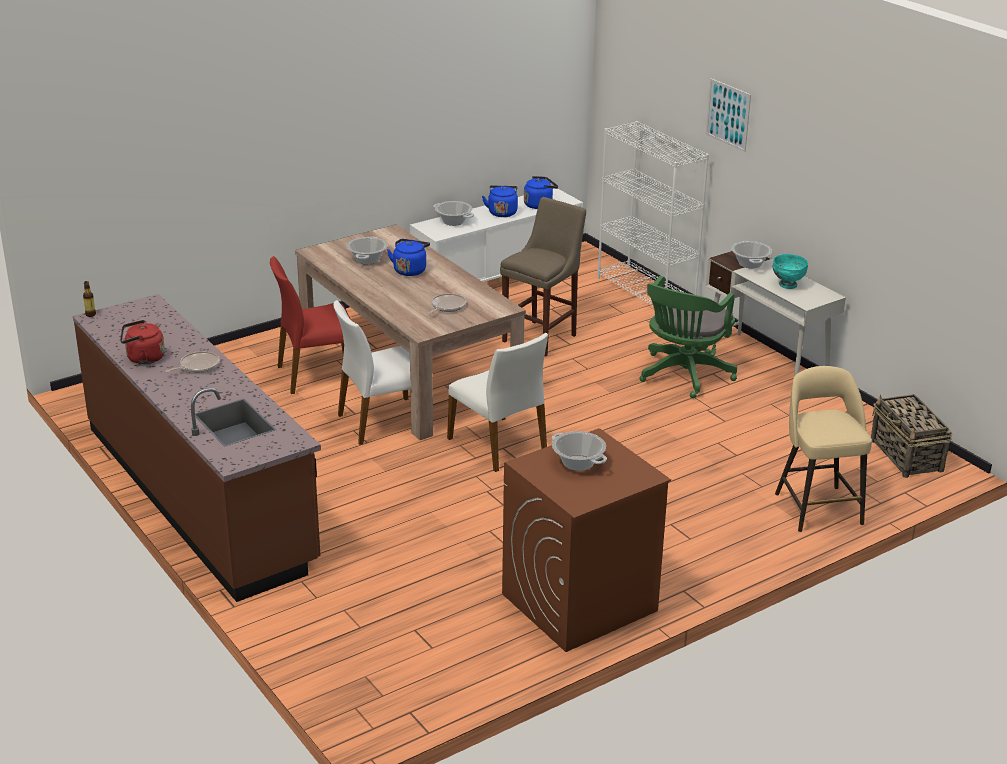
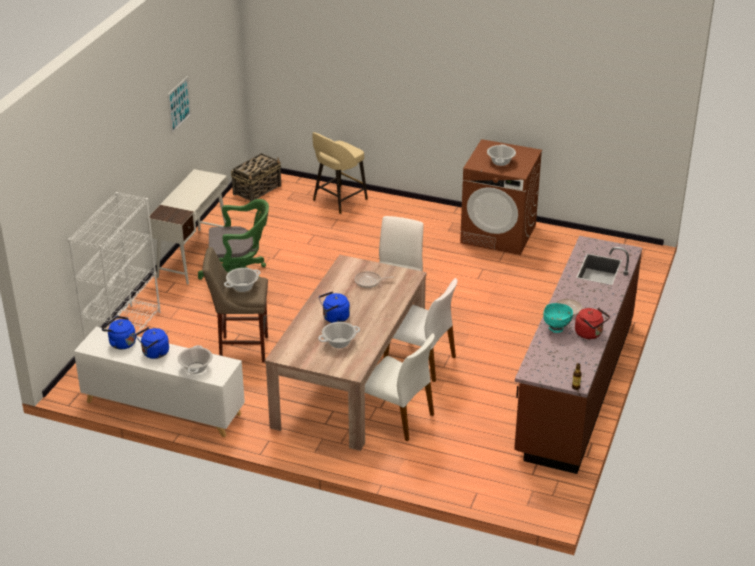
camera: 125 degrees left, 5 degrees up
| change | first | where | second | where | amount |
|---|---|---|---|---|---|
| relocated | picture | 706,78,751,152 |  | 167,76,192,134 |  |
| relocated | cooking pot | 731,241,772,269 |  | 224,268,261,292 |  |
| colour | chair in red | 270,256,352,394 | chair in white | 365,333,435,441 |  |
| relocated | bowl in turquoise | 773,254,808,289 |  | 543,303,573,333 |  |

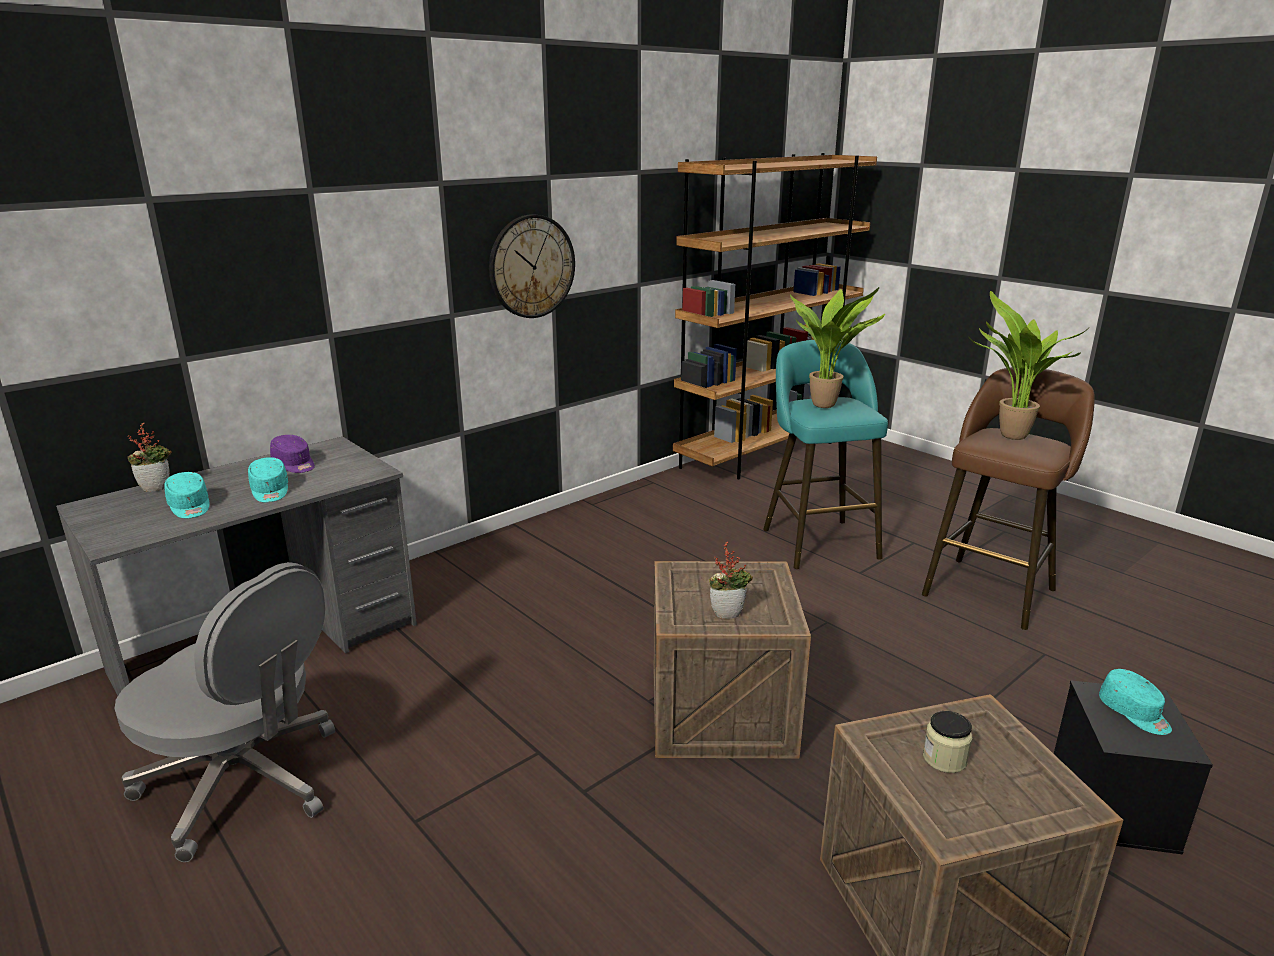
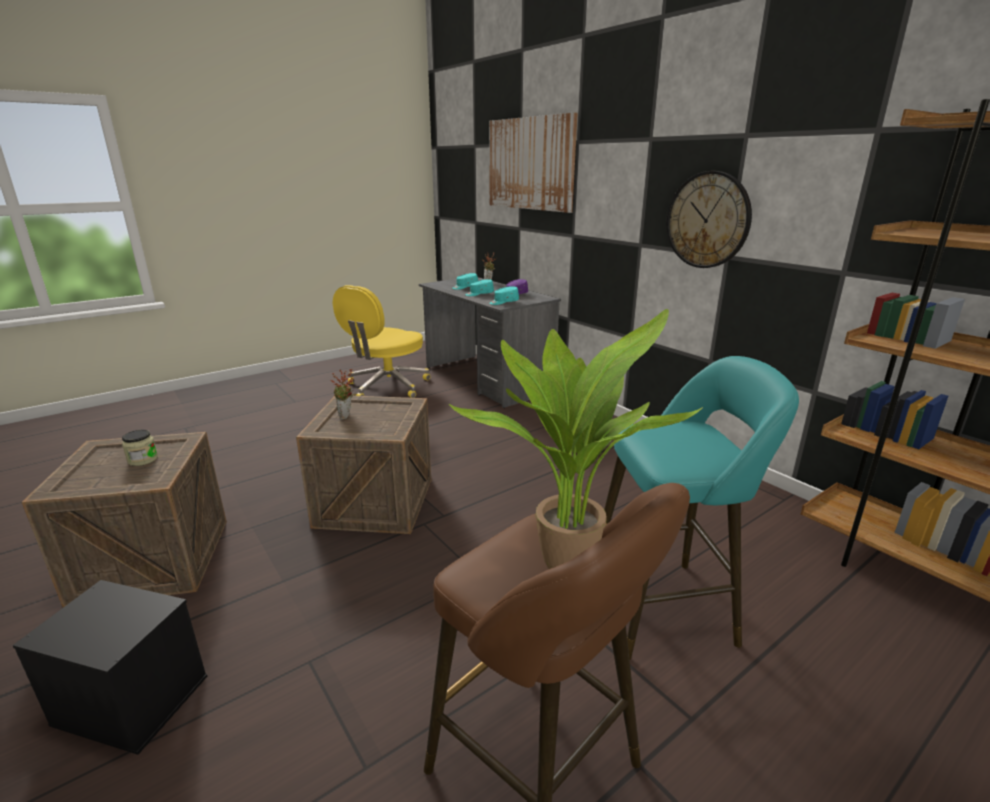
camera: 95 degrees right, 0 degrees up
| change | first | where | second | where | amount |
|---|---|---|---|---|---|
| colour | office chair in grey | 114,562,335,862 | office chair in yellow | 333,285,430,398 |  |
| appeared |  |  | picture | 489,113,578,213 |  |
| relocated | cap in turquoise | 1099,669,1172,735 |  | 489,286,519,305 |  |
| missing | potted plant | 790,287,885,408 |  |  |  |

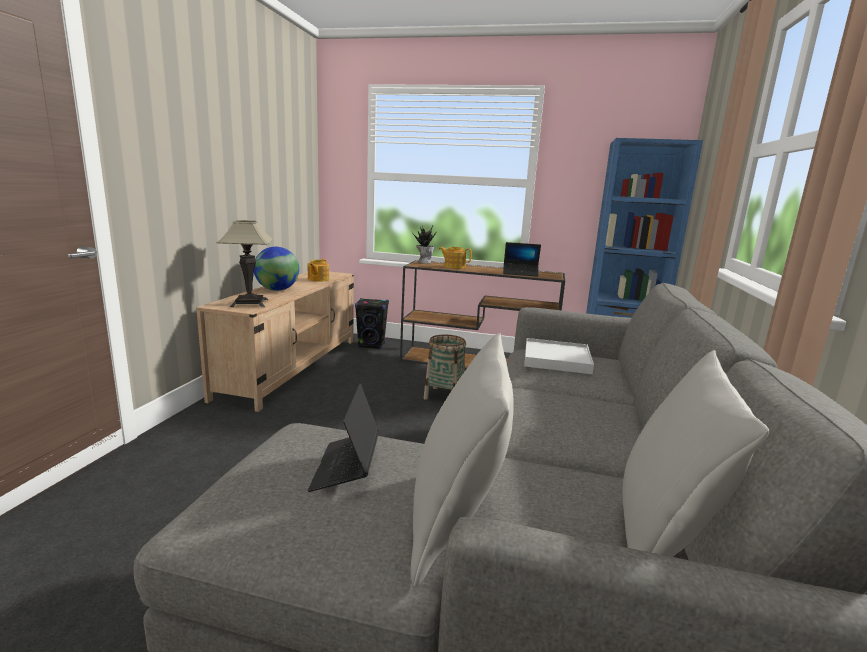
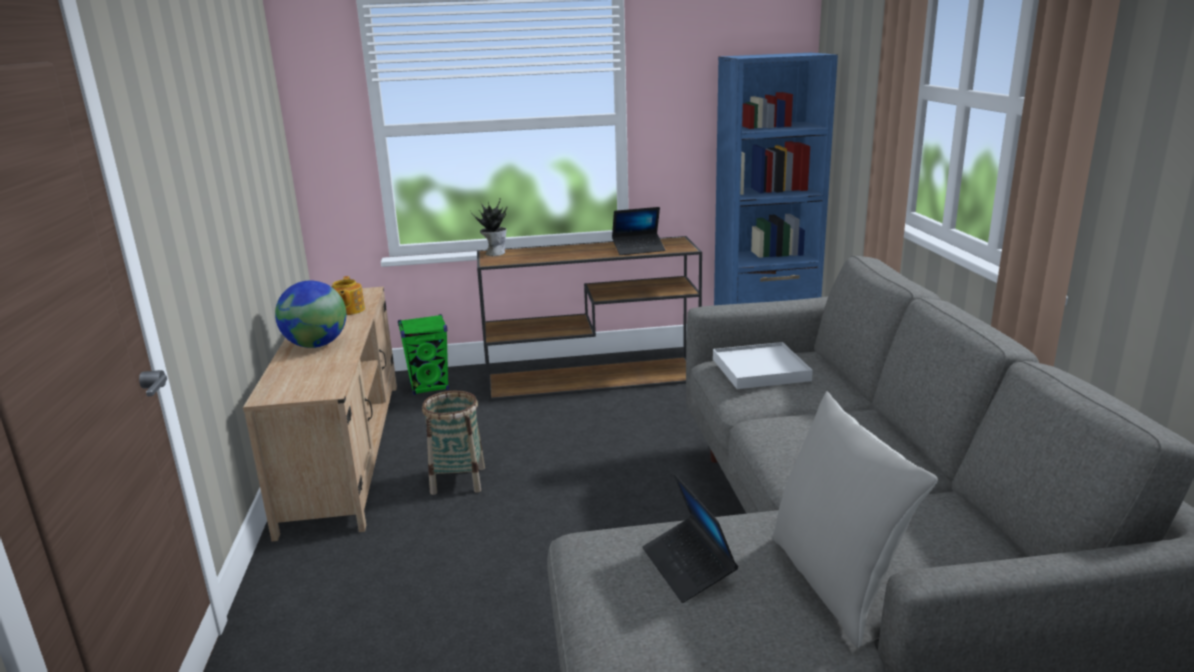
camera: 20 degrees left, 5 degrees up
| change | first | where | second | where | amount |
|---|---|---|---|---|---|
| colour | speaker in black | 355,298,389,349 | speaker in green | 398,314,449,395 |  |
| relocated | basket | 424,335,466,400 |  | 422,391,485,495 |  |
| missing | table lamp | 217,220,273,307 |  |  |  |
| missing | teapot | 439,247,472,269 |  |  |  |
| missing | pillow in grey | 622,350,769,557 |  |  |  |

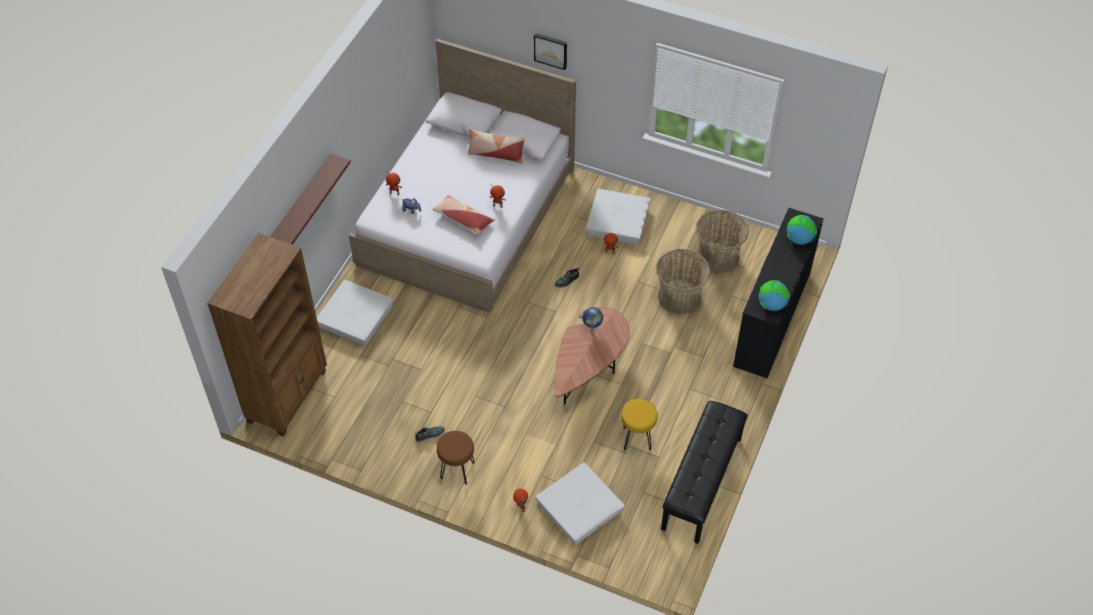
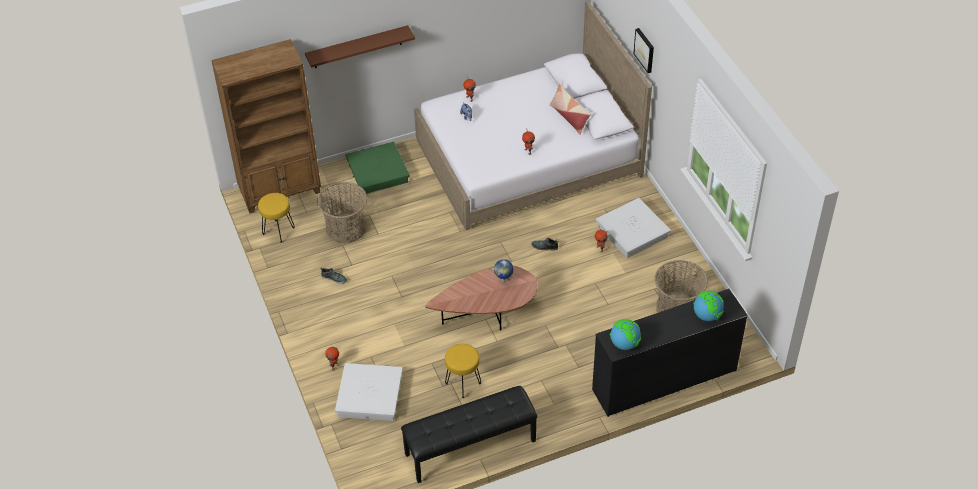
camera: 45 degrees right, 5 degrees down
| change | first | where | second | where | amount |
|---|---|---|---|---|---|
| appeared |  |  | stool in yellow | 258,193,295,243 |  |
| relocated | basket | 656,249,710,315 |  | 317,182,367,243 |  |
| colour | storage box in white | 317,279,394,346 | storage box in green | 345,142,410,194 |  |
| missing | pillow | 433,195,496,235 |  |  |  |
| missing | stool in brown | 437,431,474,485 |  |  |  |

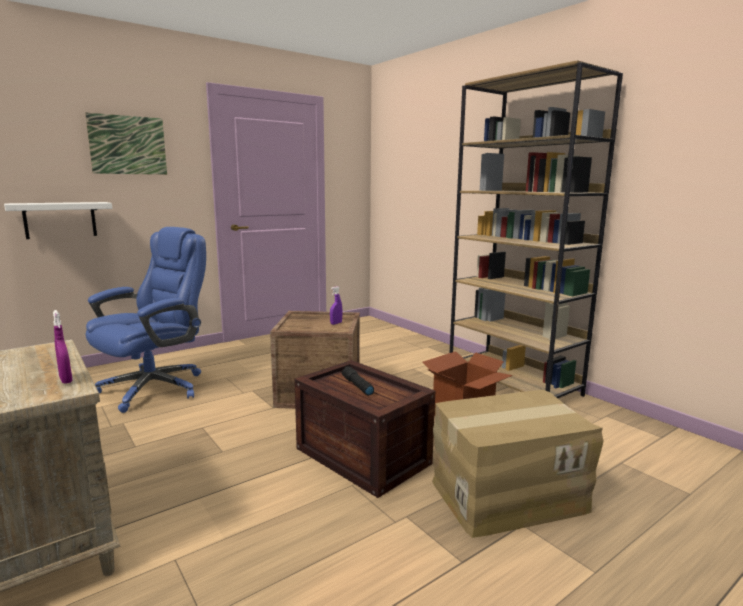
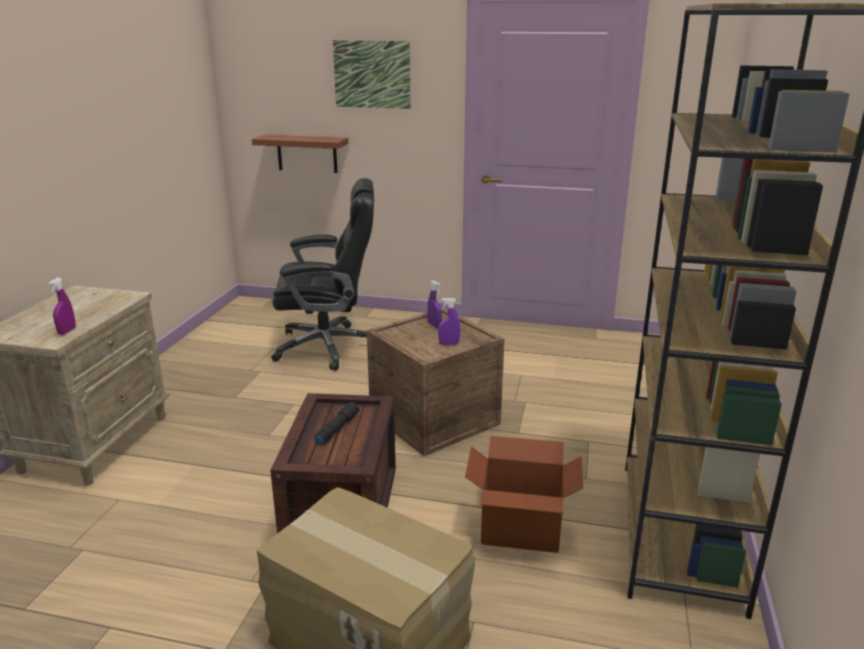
camera: 50 degrees right, 10 degrees up
| change | first | where | second | where | amount |
|---|---|---|---|---|---|
| colour | shelf in white | 4,202,112,239 | shelf in brown | 252,134,348,173 |  |
| colour | office chair in blue | 86,227,206,413 | office chair in black | 271,178,374,371 |  |
| appeared |  |  | spray bottle in purple | 427,280,442,327 |  |

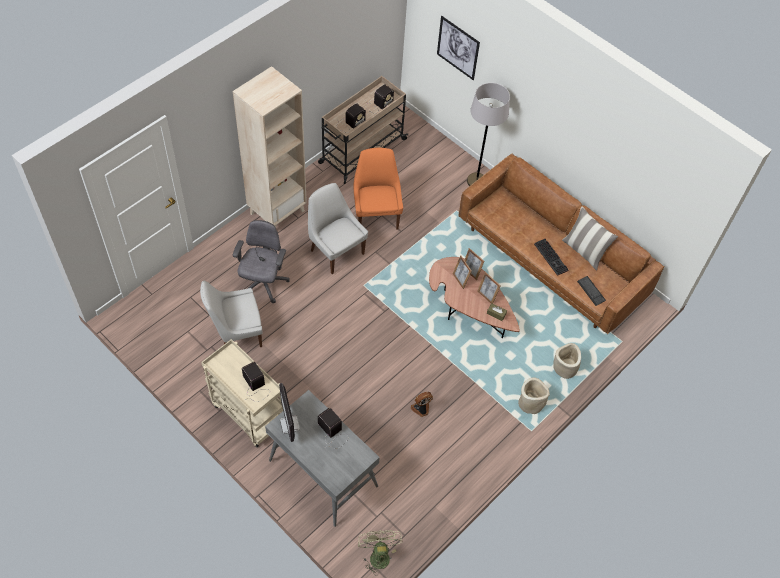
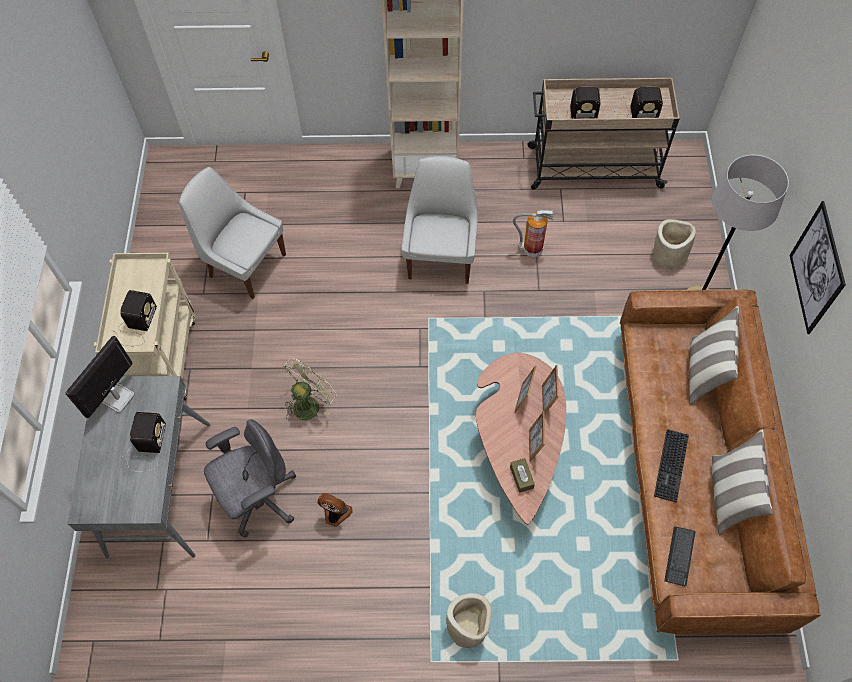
camera: 50 degrees right, 5 degrees up
| change | first | where | second | where | amount |
|---|---|---|---|---|---|
| relocated | office chair in grey | 233,220,290,303 |  | 204,419,296,538 |  |
| relocated | fan in green | 358,530,403,576 |  | 283,358,337,420 |  |
| exchanged | chair in orange | 353,148,403,229 | fire extinguisher | 513,210,553,257 |  |
| relocated | planter in beige | 553,343,581,379 |  | 654,219,696,269 |  |
| appeared |  |  | pillow | 689,306,739,406 |  |
| relocated | picture | 437,16,480,80 |  | 790,201,846,334 |  |

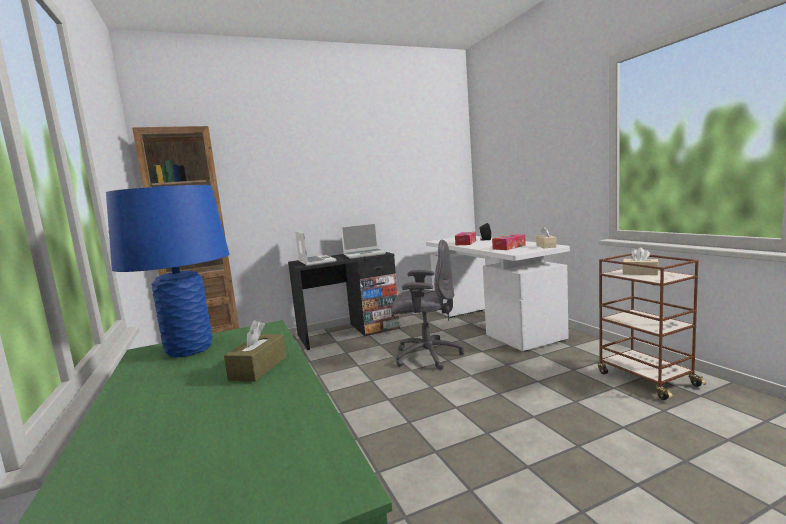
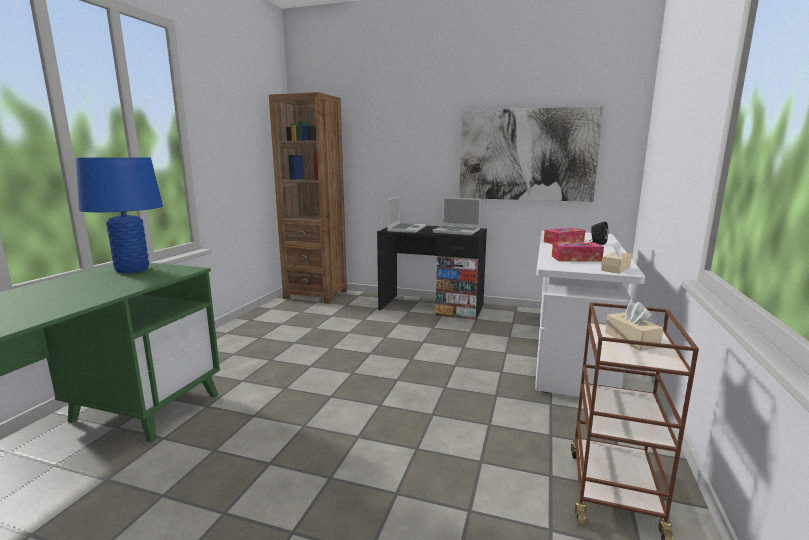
camera: 40 degrees right, 5 degrees up
| change | first | where | second | where | amount |
|---|---|---|---|---|---|
| appeared |  |  | picture | 459,106,603,202 |  |
| missing | tissue box in brown | 224,321,286,382 |  |  |  |
| missing | office chair in grey | 392,239,464,370 |  |  |  |

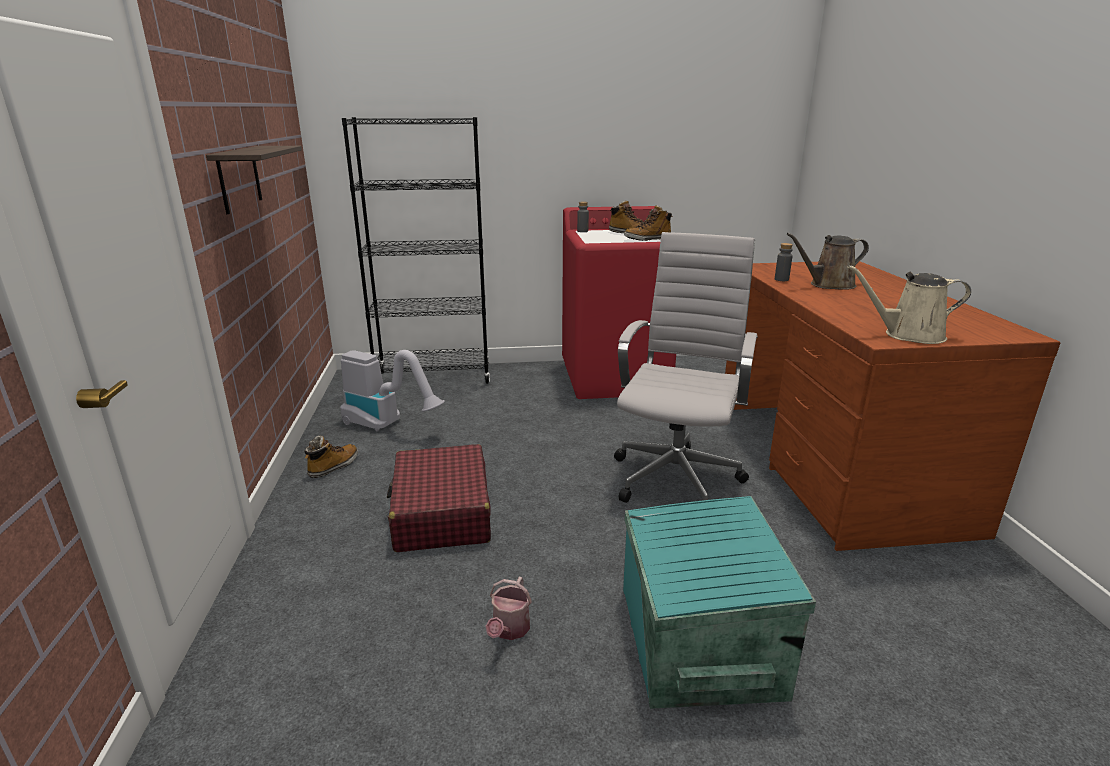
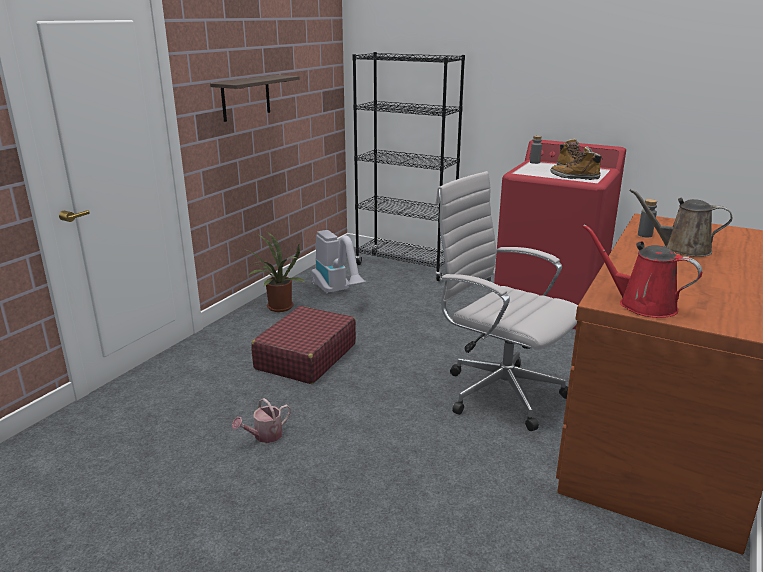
camera: 35 degrees right, 0 degrees up
| change | first | where | second | where | amount |
|---|---|---|---|---|---|
| exchanged | boot | 304,436,358,478 | potted plant | 243,232,305,312 |  |
| spun | office chair in white | 614,232,758,503 |  | 436,171,578,431 | 105 degrees counterclockwise |
| colour | watering can in beige | 848,265,971,344 | watering can in red | 582,224,702,318 |  |
| missing | storage box in turquoise | 623,496,816,709 |  |  |  |

